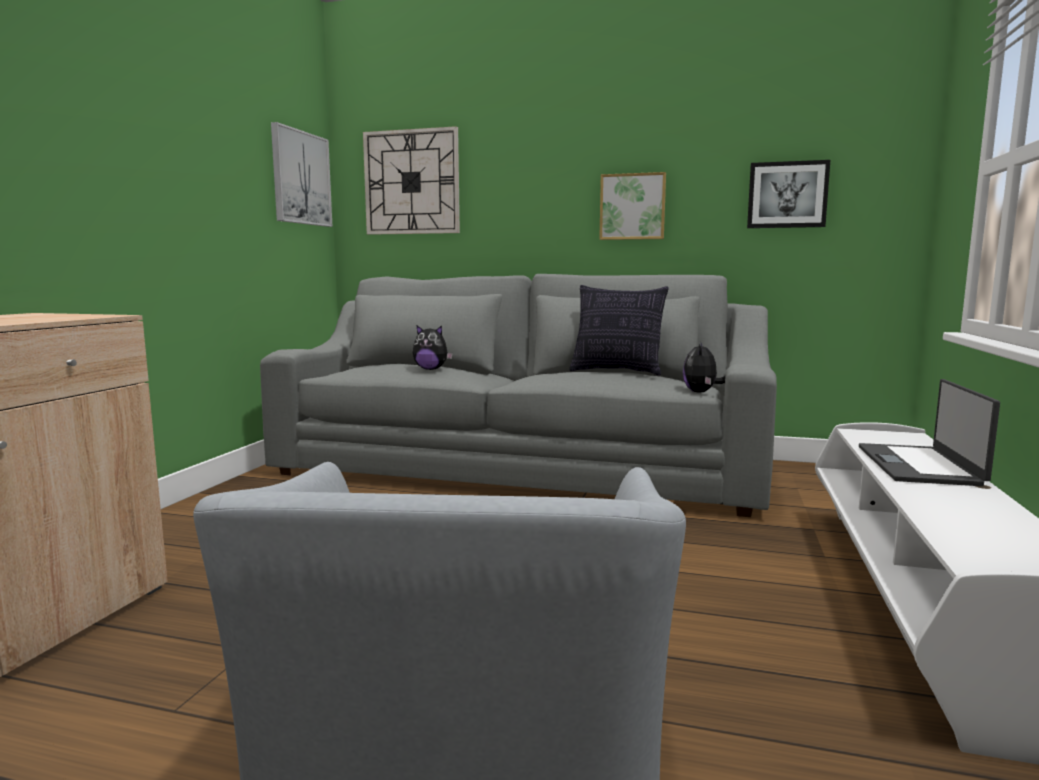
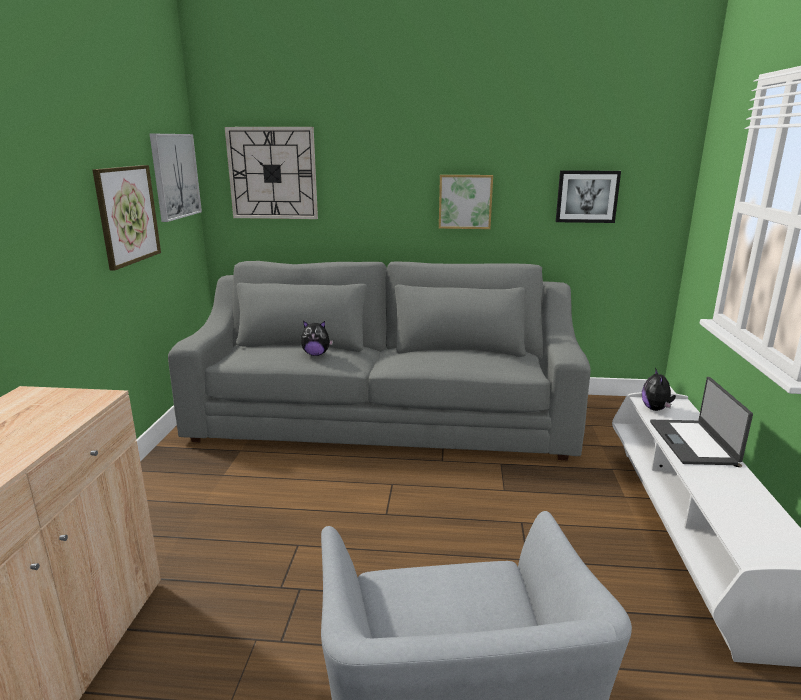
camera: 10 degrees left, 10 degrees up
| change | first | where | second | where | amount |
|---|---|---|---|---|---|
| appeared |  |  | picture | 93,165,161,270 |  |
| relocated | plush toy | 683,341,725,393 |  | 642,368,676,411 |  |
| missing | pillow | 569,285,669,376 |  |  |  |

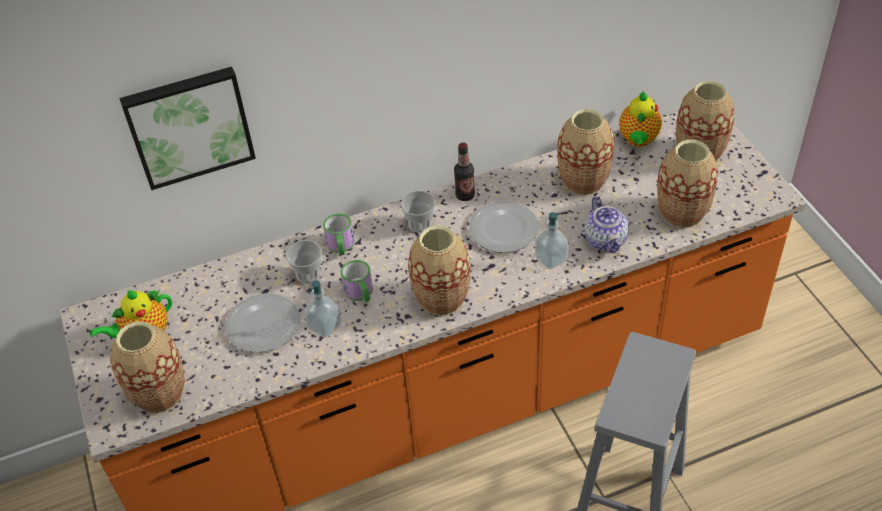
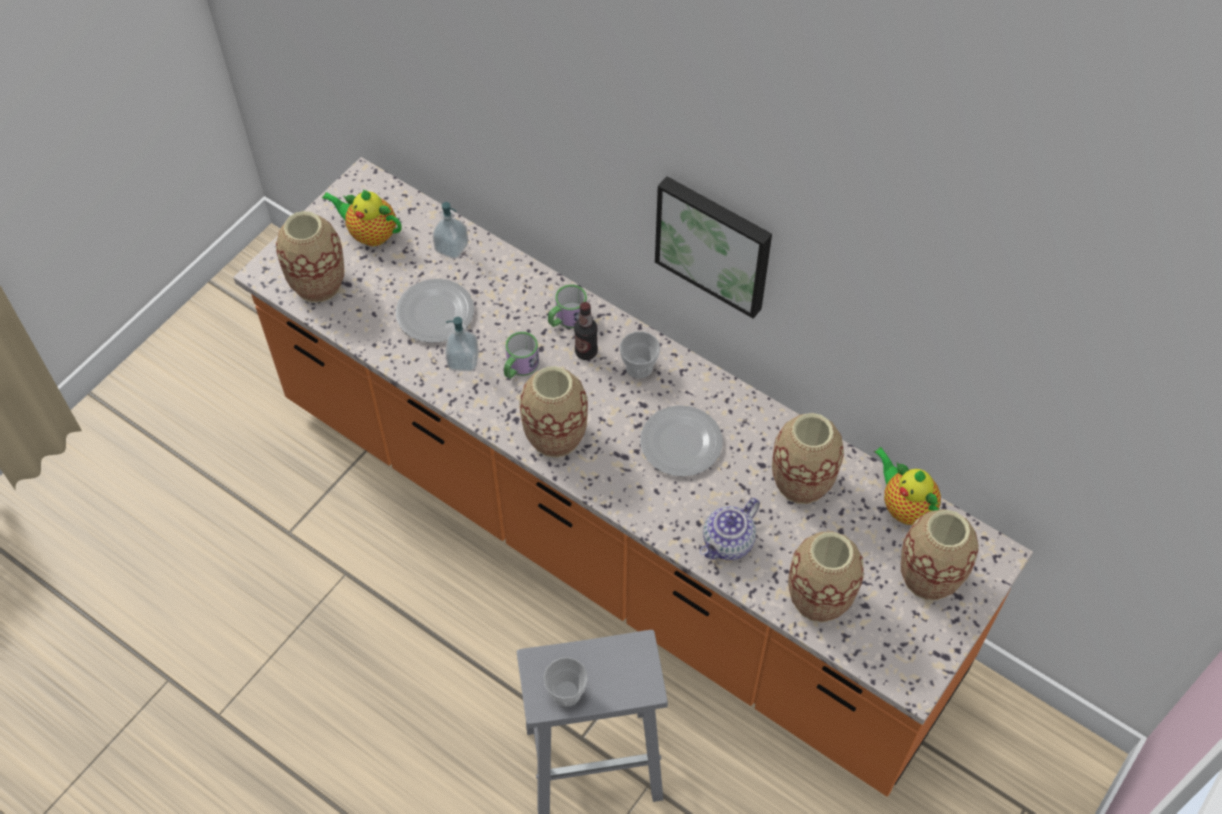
camera: 55 degrees right, 10 degrees up
| change | first | where | second | where | amount |
|---|---|---|---|---|---|
| relocated | soap dispenser | 535,212,568,269 |  | 433,202,468,259 |  |
| relocated | cup | 286,240,322,284 |  | 543,657,588,707 |  |
| relocated | bottle | 454,143,475,201 |  | 574,302,598,360 |  |
| relocated | picture | 119,67,256,190 |  | 655,176,772,319 |  |
| spun | teapot | 619,91,662,147 |  | 874,447,941,525 | 75 degrees clockwise |

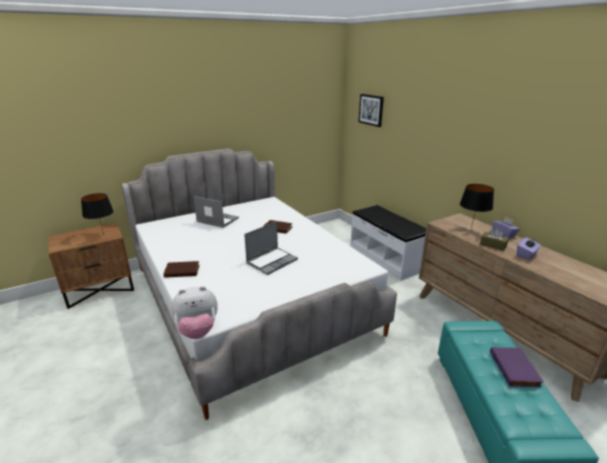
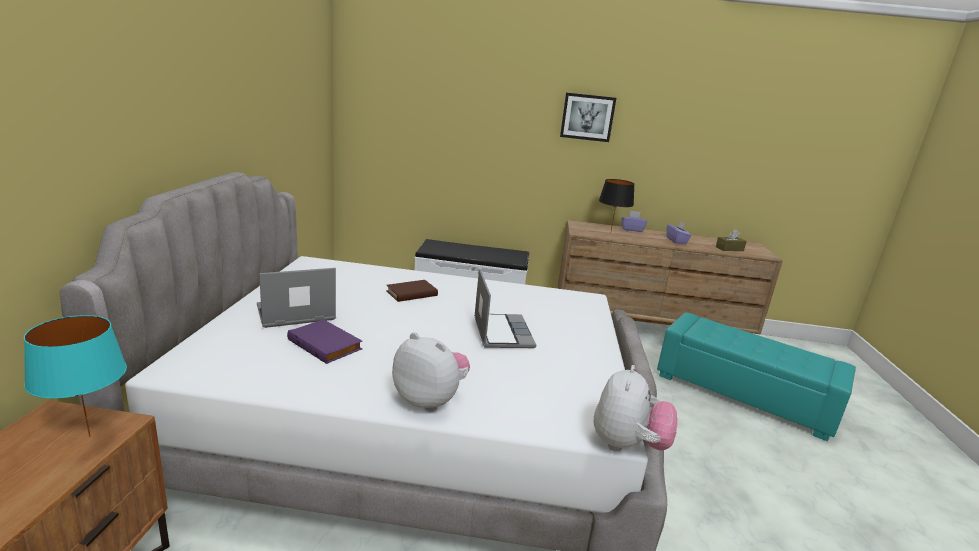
camera: 55 degrees left, 5 degrees down
| change | first | where | second | where | amount |
|---|---|---|---|---|---|
| colour | table lamp in black | 81,193,114,235 | table lamp in turquoise | 24,315,127,437 |  |
| relocated | book in purple | 490,347,544,387 |  | 287,319,362,364 |  |
| exchanged | book in brown | 163,261,199,278 | plush toy | 392,332,470,412 |  |
| relocated | picture | 359,94,384,127 |  | 560,93,616,142 |  |
| relocated | tissue box in brown | 480,228,509,251 |  | 716,229,747,251 |  |

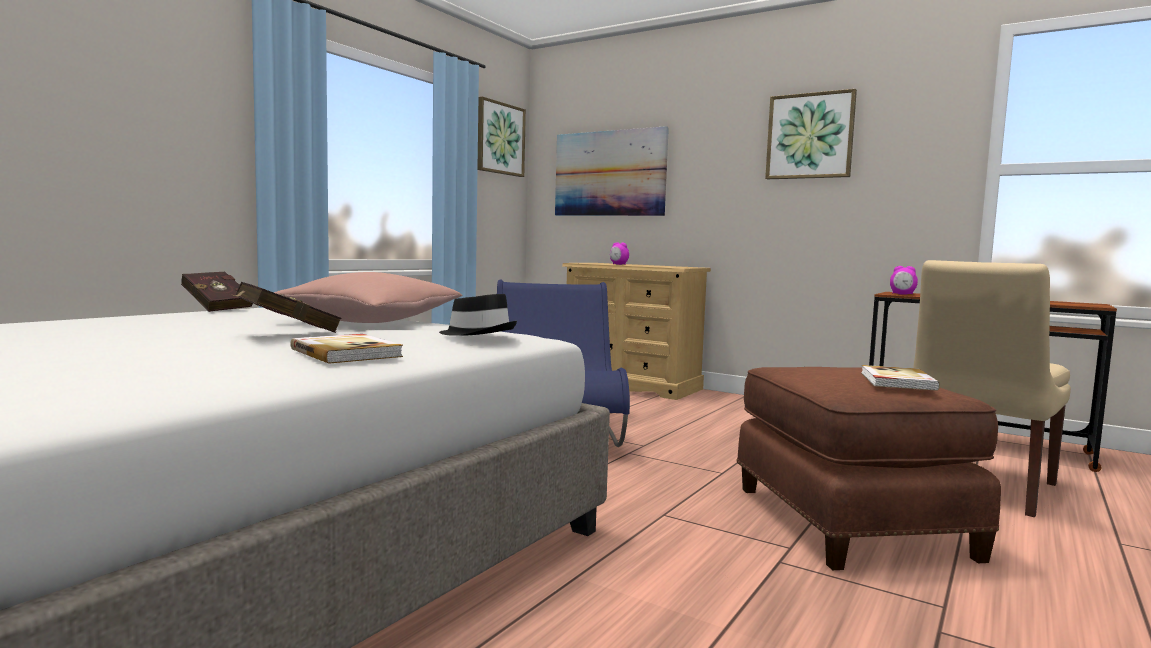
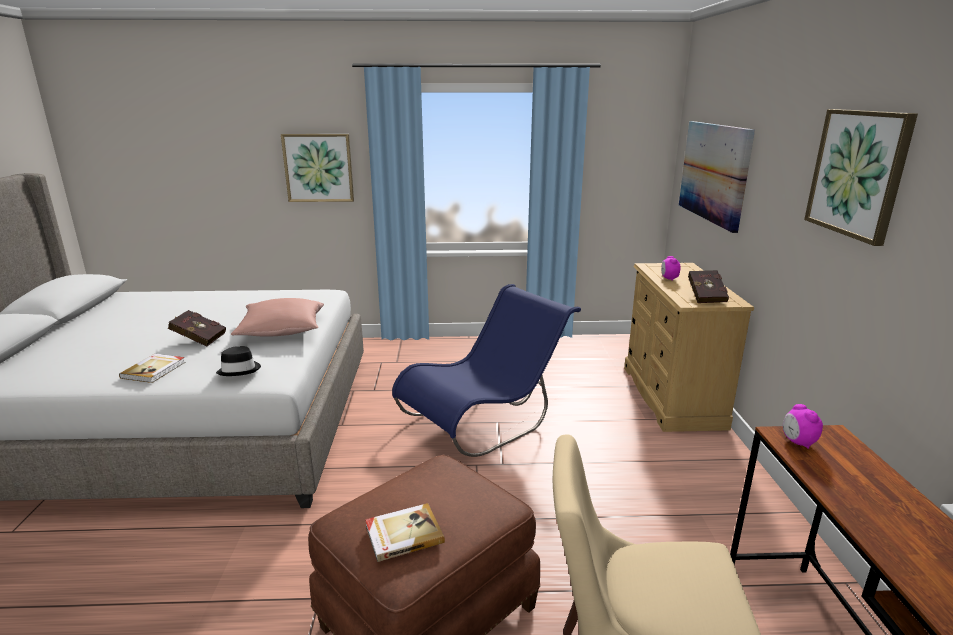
camera: 55 degrees right, 15 degrees up
| change | first | where | second | where | amount |
|---|---|---|---|---|---|
| relocated | picture | 477,96,526,177 |  | 281,134,354,202 |  |
| relocated | book in red | 181,272,253,312 |  | 688,270,729,303 |  |

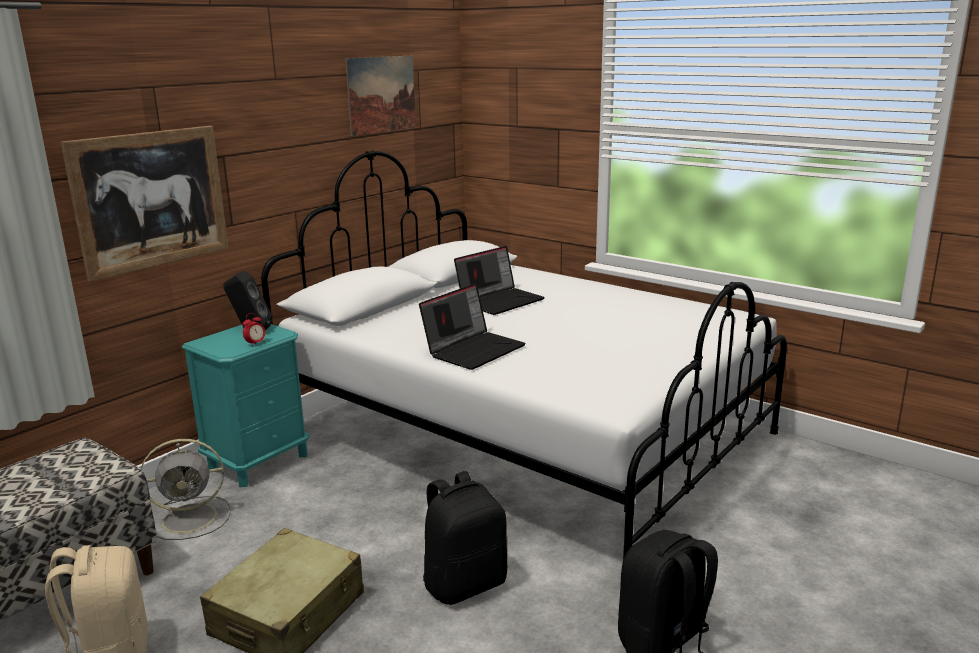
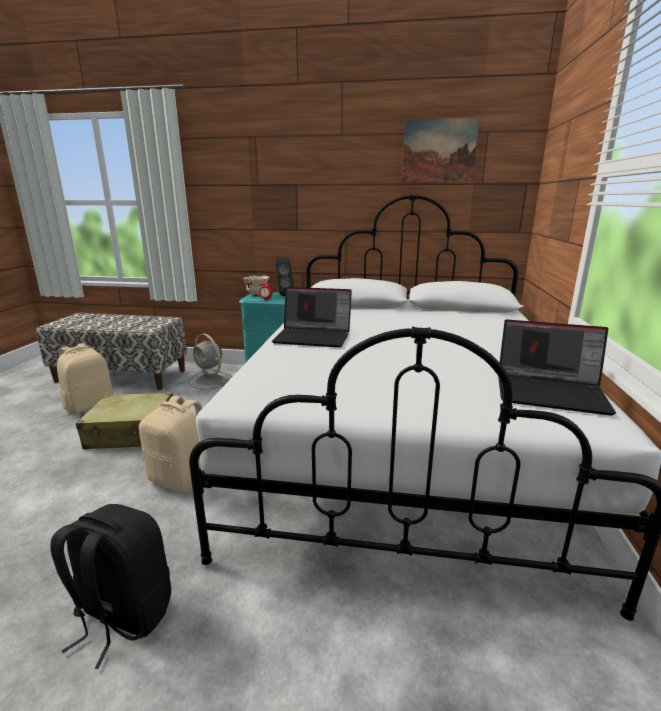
camera: 60 degrees right, 0 degrees up
| change | first | where | second | where | amount |
|---|---|---|---|---|---|
| colour | backpack in black | 423,471,507,605 | backpack in beige | 139,396,203,494 |  |
| appeared |  |  | bowl in beige | 242,275,270,296 |  |
| relocated | laptop | 454,246,545,315 |  | 498,320,616,416 |  |
| missing | picture | 61,126,229,282 |  |  |  |

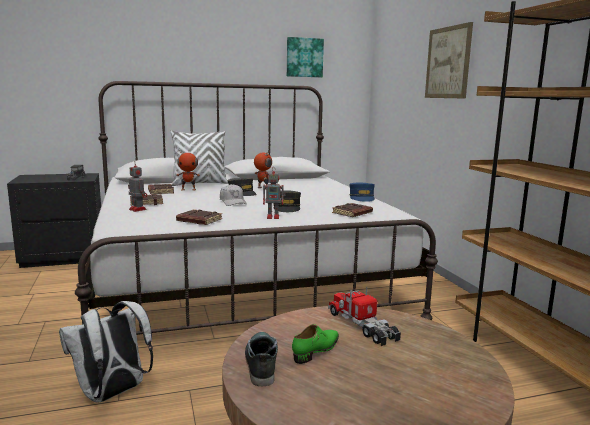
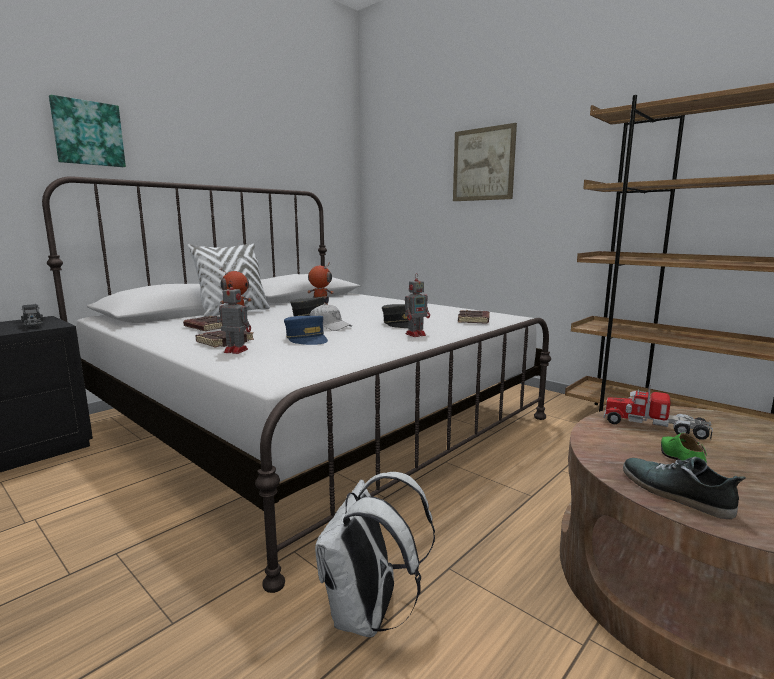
camera: 30 degrees left, 0 degrees up
| change | first | where | second | where | amount |
|---|---|---|---|---|---|
| relocated | picture | 287,37,324,77 |  | 49,95,126,167 |  |
| relocated | cap in blue | 349,183,375,202 |  | 284,316,328,345 |  |
| missing | book in brown | 176,209,222,225 |  |  |  |

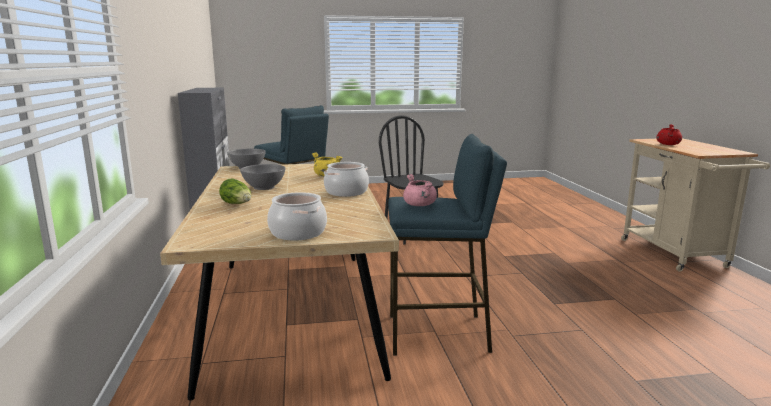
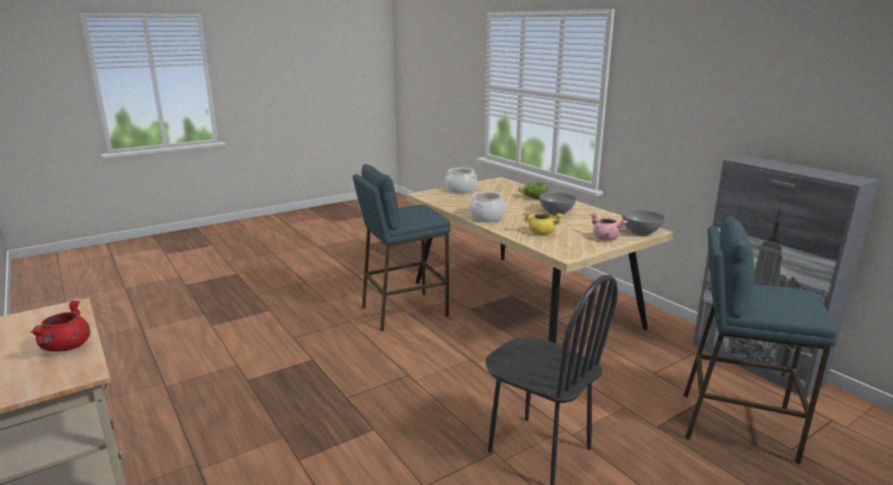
camera: 155 degrees right, 5 degrees up
| change | first | where | second | where | amount |
|---|---|---|---|---|---|
| relocated | cooking pot in pink | 403,174,437,206 |  | 590,213,628,240 |  |

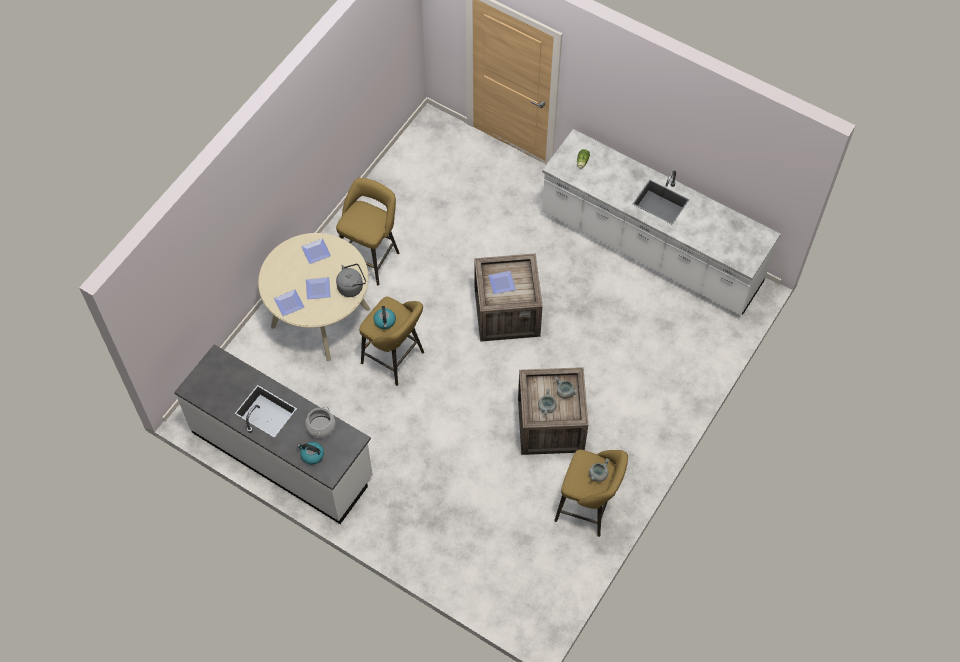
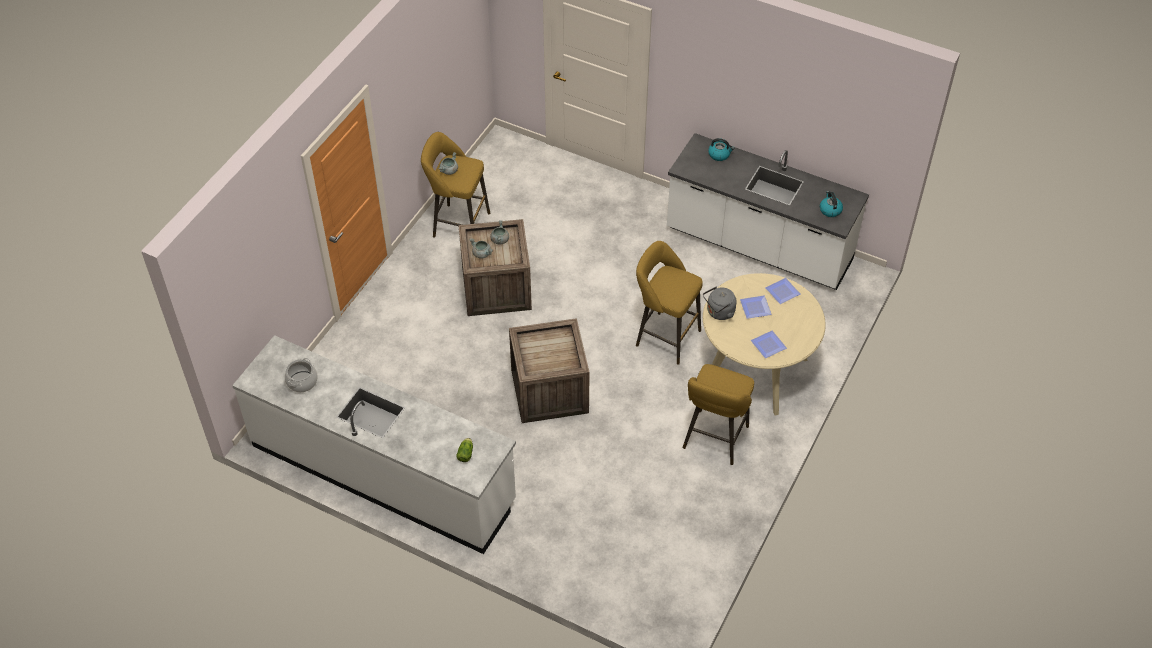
camera: 175 degrees right, 10 degrees down
| change | first | where | second | where | amount |
|---|---|---|---|---|---|
| relocated | cooking pot | 306,406,335,438 |  | 285,358,318,392 |  |
| relocated | kettle | 374,306,396,329 |  | 820,191,843,217 |  |
| missing | plate | 488,271,516,294 |  |  |  |

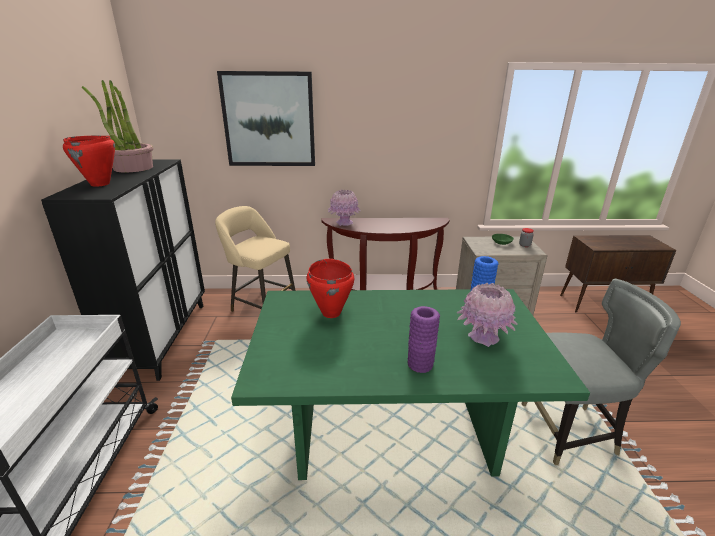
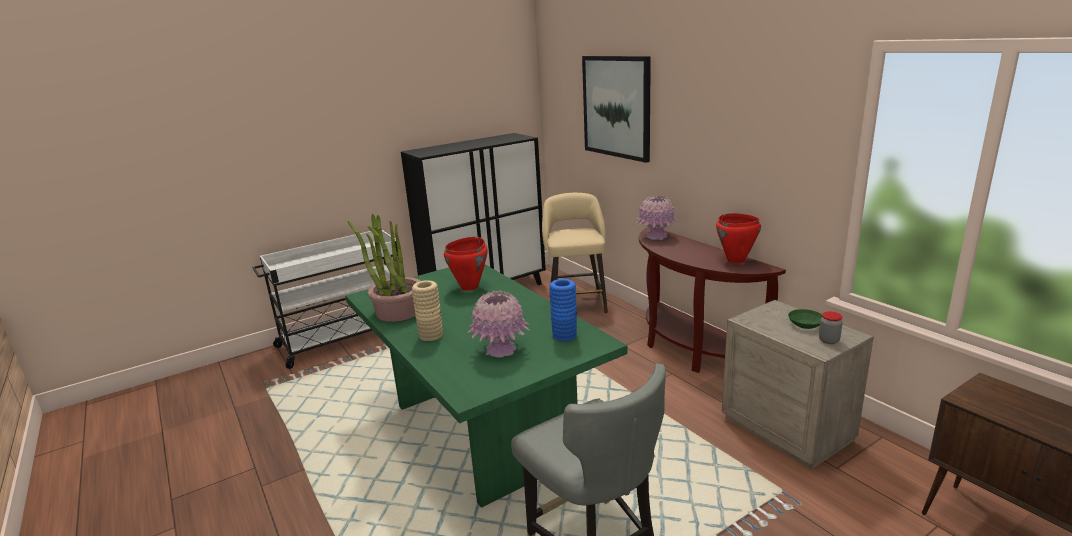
camera: 60 degrees right, 5 degrees down
| change | first | where | second | where | amount |
|---|---|---|---|---|---|
| relocated | potted plant | 82,80,153,173 |  | 348,214,421,322 |  |
| colour | vase in purple | 408,306,440,373 | vase in beige | 412,280,443,341 |  |
| relocated | cooking pot in red | 63,136,115,187 |  | 716,213,761,264 |  |

